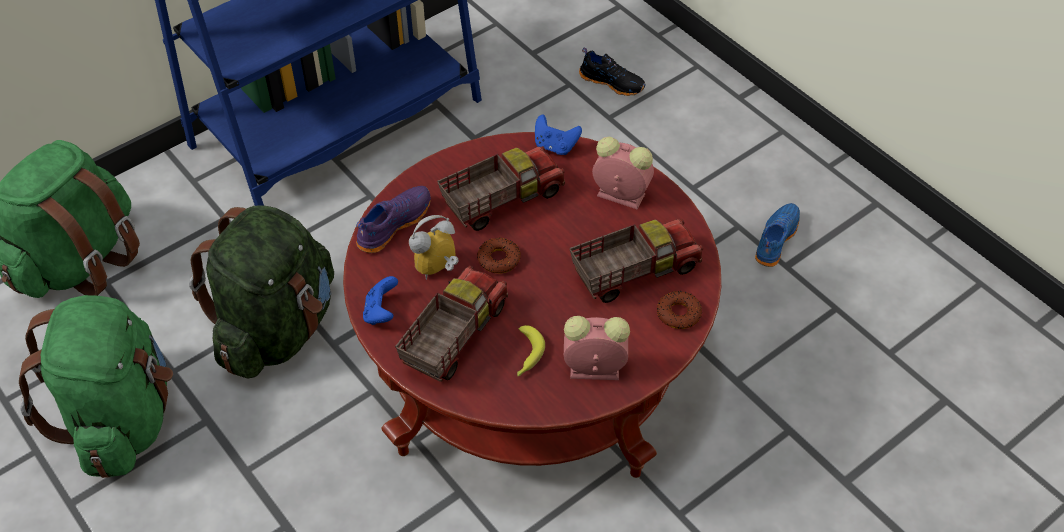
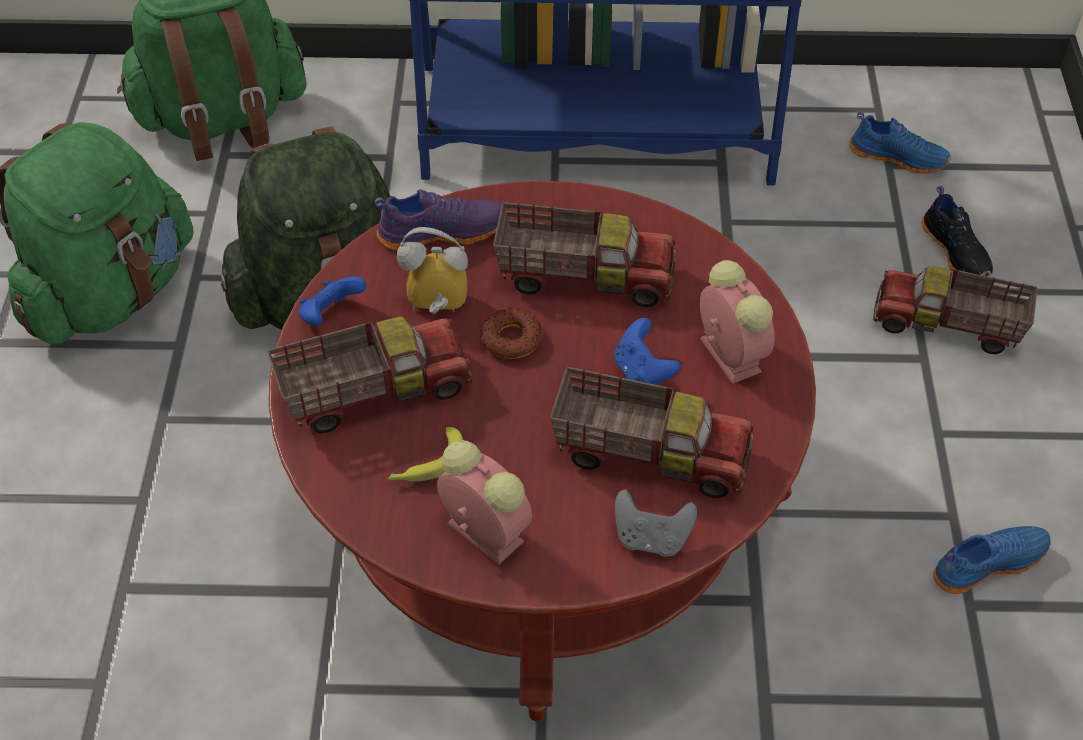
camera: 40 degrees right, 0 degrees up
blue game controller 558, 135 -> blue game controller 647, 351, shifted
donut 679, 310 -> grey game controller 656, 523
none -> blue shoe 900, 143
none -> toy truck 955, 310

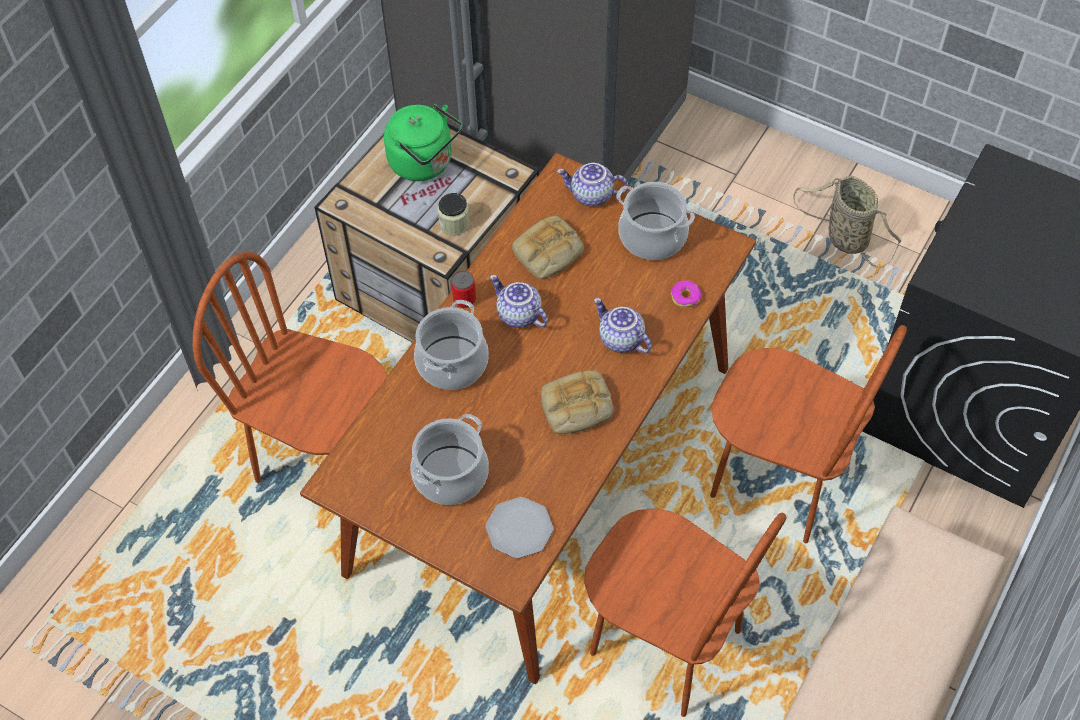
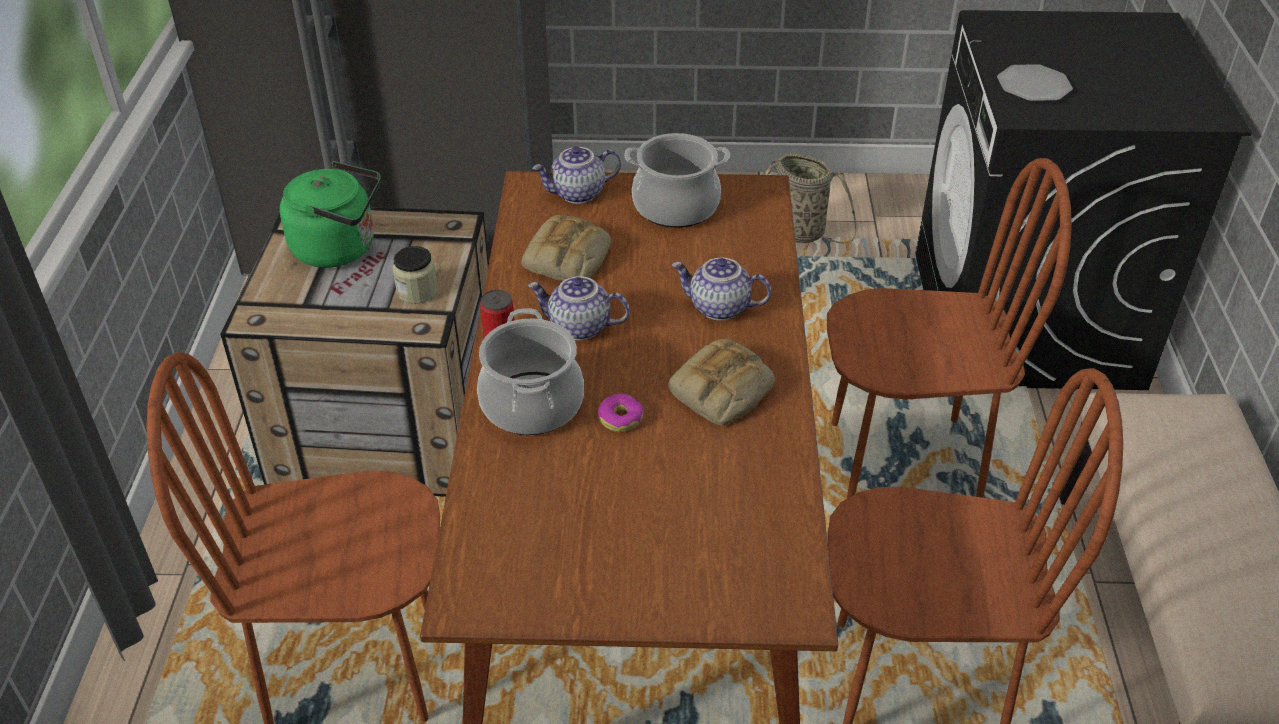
camera: 30 degrees left, 15 degrees down
cooking pot 450, 459 -> none
plate 519, 528 -> plate 1035, 83, shifted
donut 686, 294 -> donut 621, 413, shifted

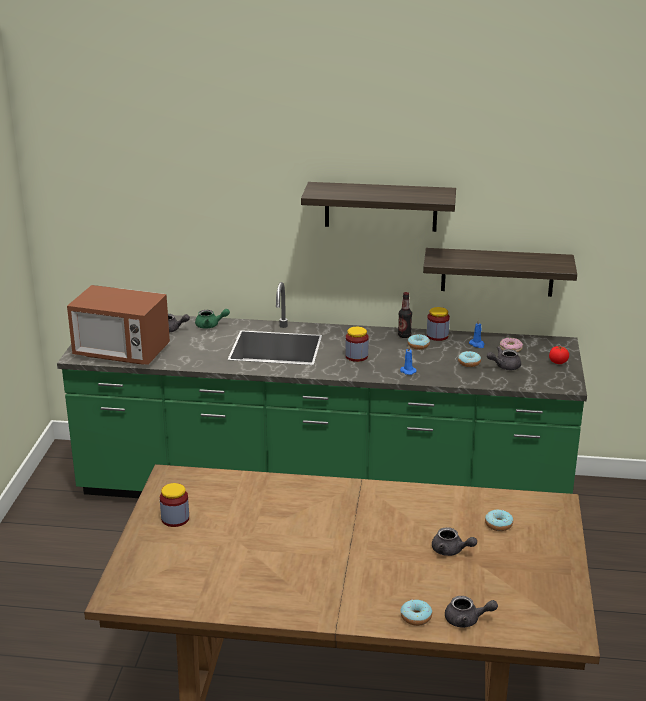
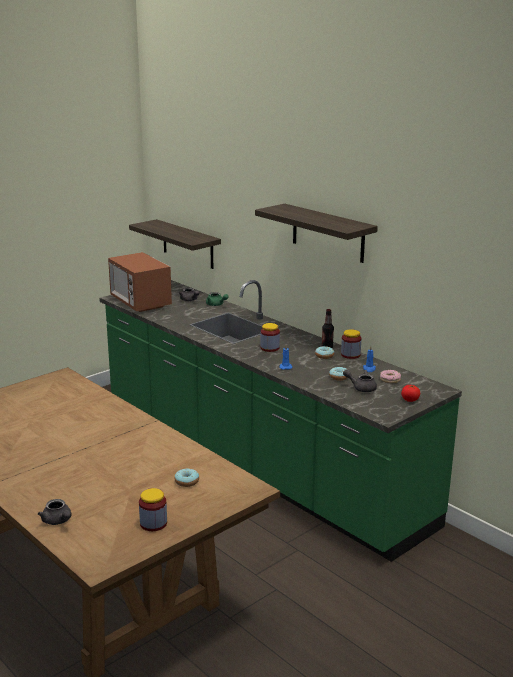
camera: 40 degrees right, 5 degrees down
jar 174, 505 -> jar 153, 509, shifted
donut 416, 613 -> none
shelf 500, 272 -> shelf 175, 244, shifted
grey teapot 454, 541 -> none

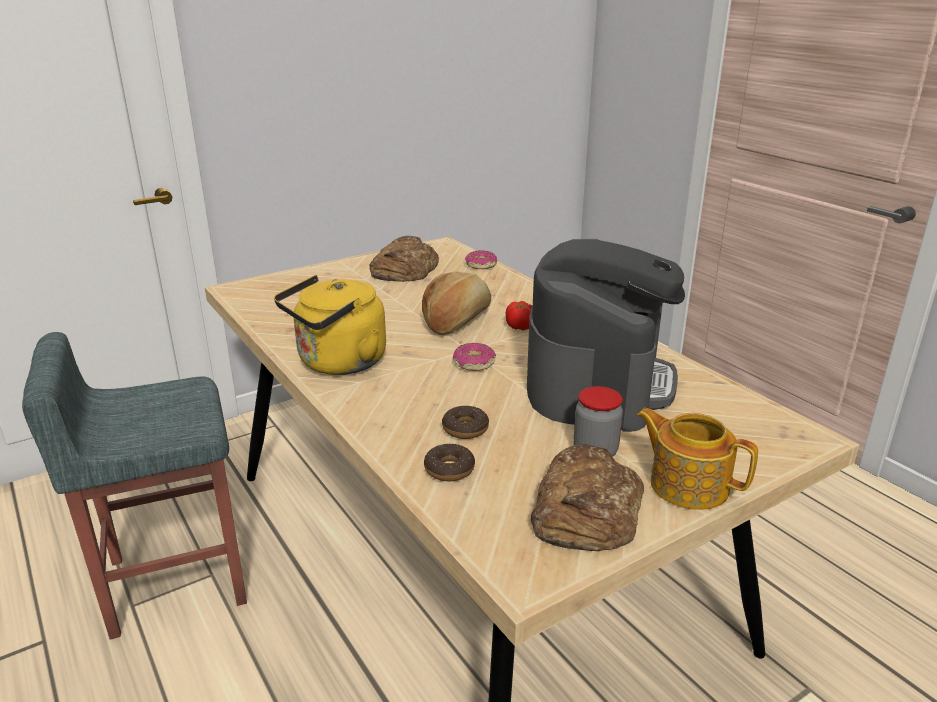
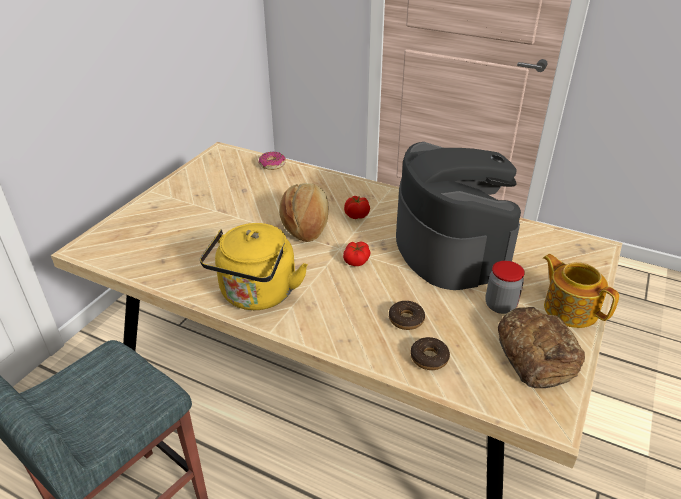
camera: 30 degrees left, 10 degrees up
bread 404, 259 -> none
donut 474, 357 -> tomato 356, 253
teapot 697, 459 -> teapot 581, 291, 45 degrees clockwise

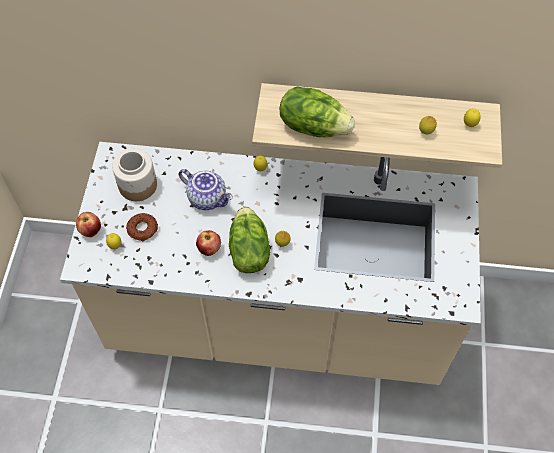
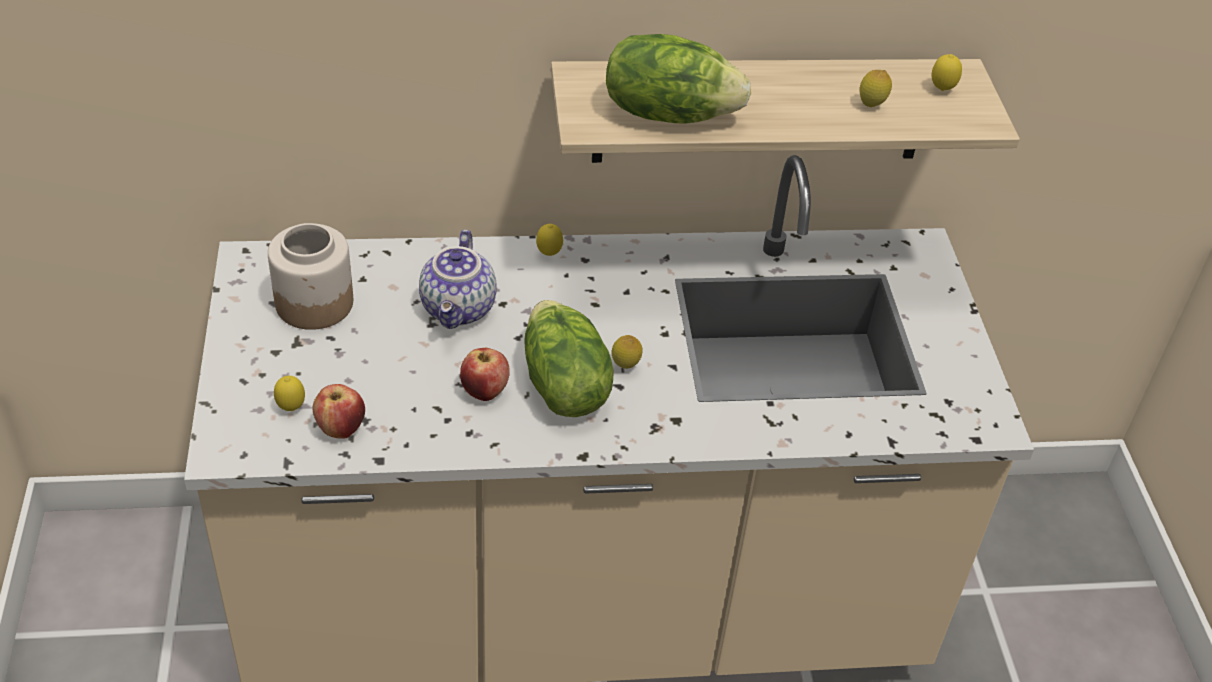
camera: 15 degrees left, 15 degrees down
apple 88, 224 -> apple 338, 411, shifted
donut 142, 227 -> none
teapot 205, 189 -> teapot 458, 279, 75 degrees clockwise

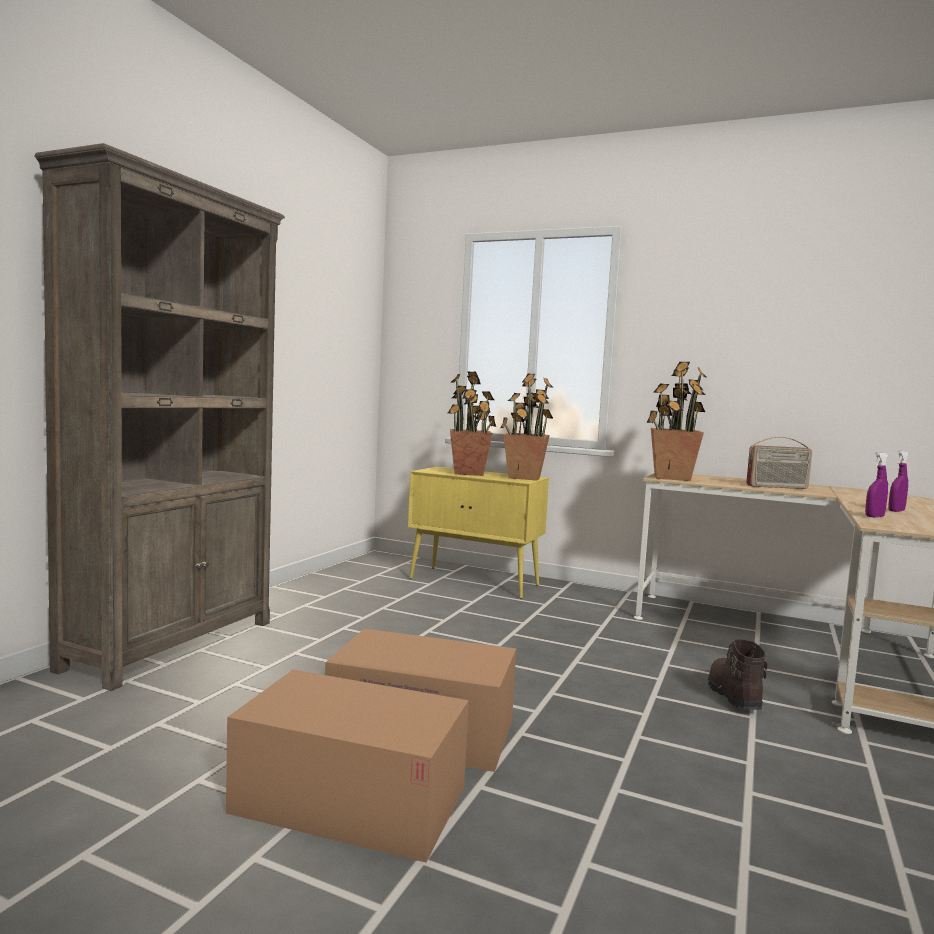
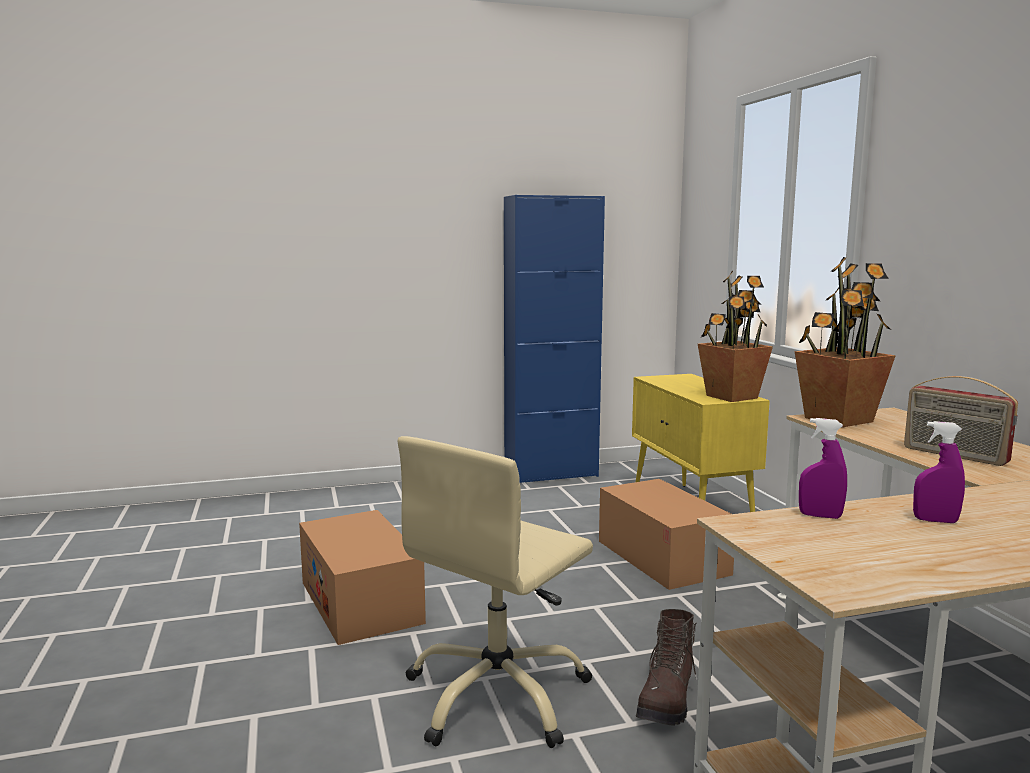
camera: 50 degrees right, 5 degrees up
brown bookcase 160, 417 -> none
cardboard box 347, 766 -> cardboard box 666, 534, shifted
potted plant 472, 424 -> none
brown boot 738, 674 -> brown boot 666, 667, 150 degrees clockwise
none -> beige office chair 495, 592
none -> blue cabinet 554, 339

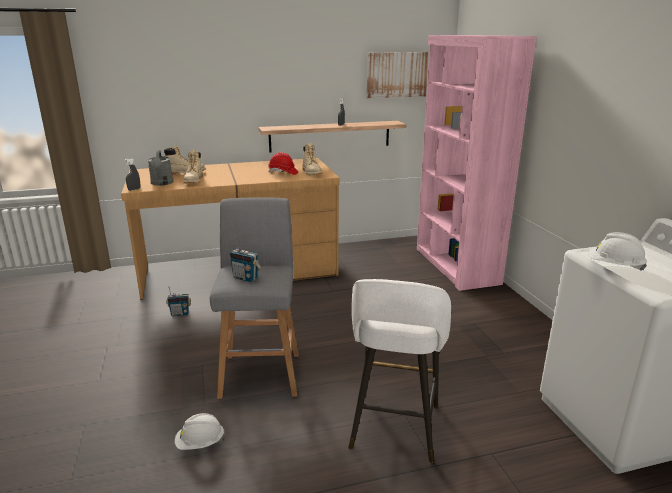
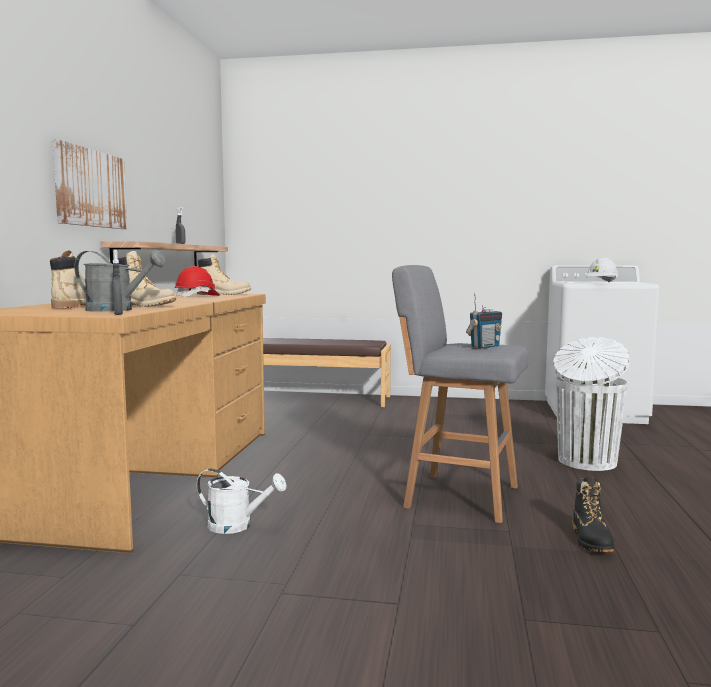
camera: 65 degrees left, 15 degrees down
radio 178, 300 -> white watering can 241, 501
white hard hat 200, 431 -> black boot 593, 515
white stool 399, 371 -> white trash can 591, 404
picture 398, 75 -> picture 89, 184, shifted
pink bookcase 477, 163 -> brown bench 327, 372

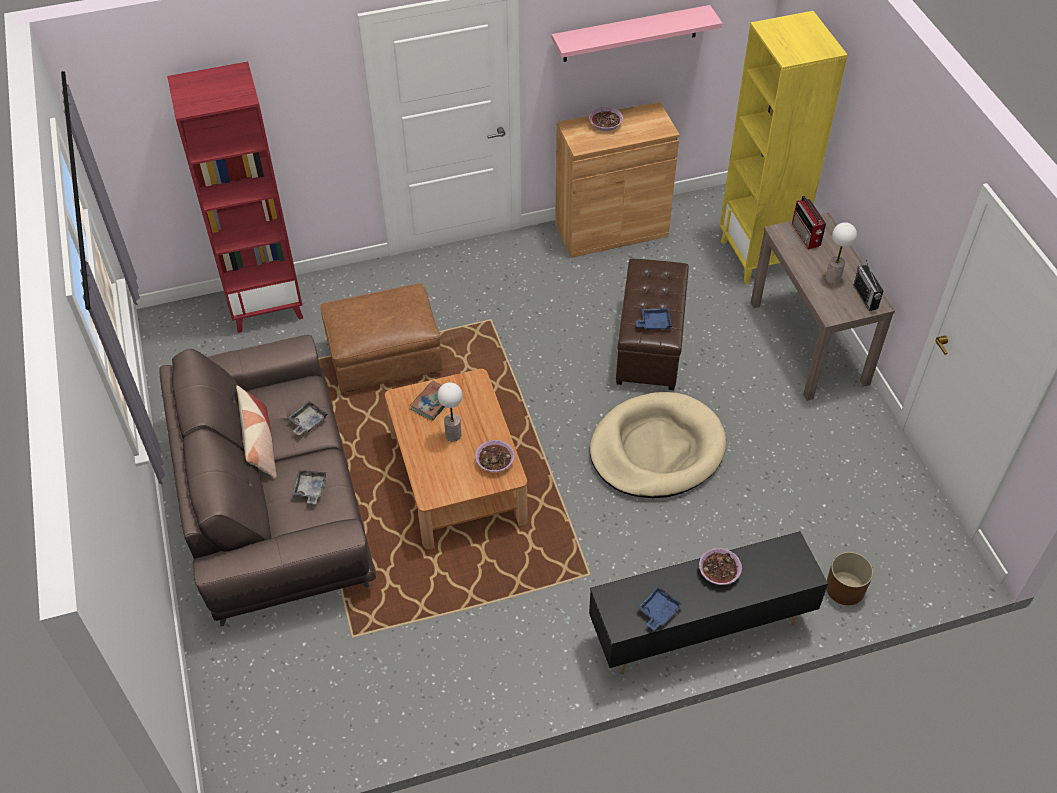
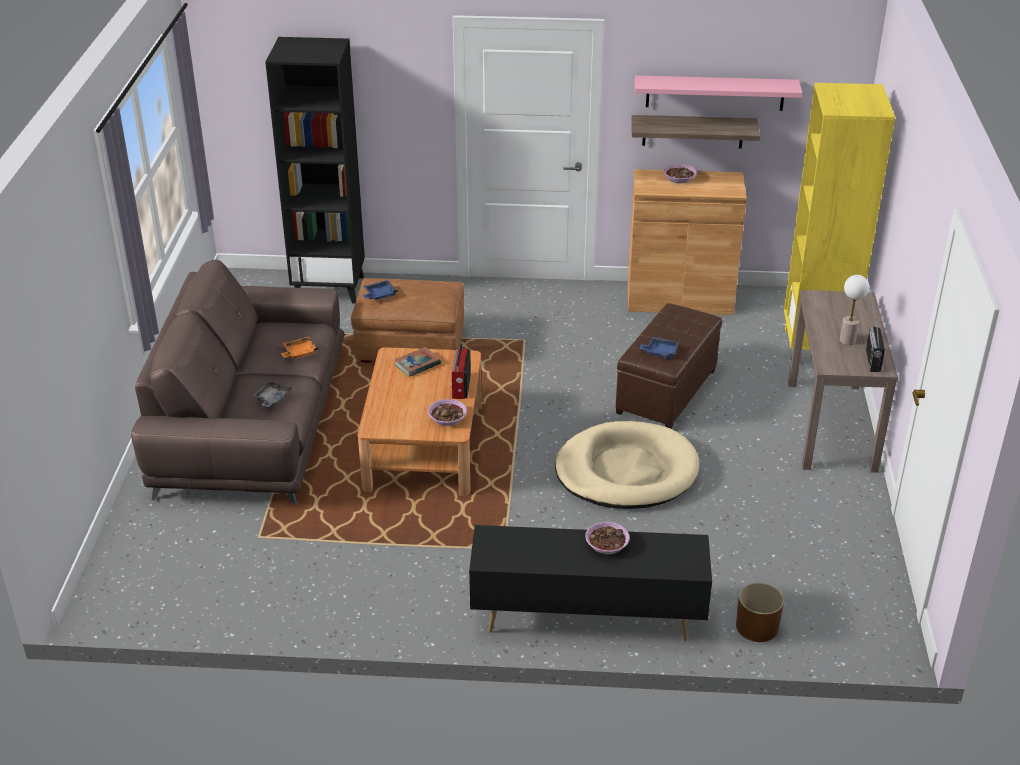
camera: 20 degrees right, 15 degrees down
red bookcase 235, 197 -> black bookcase 315, 170
pillow 256, 431 -> none
grey tray 307, 418 -> orange tray 299, 348
table lamp 450, 411 -> none
blue tray 660, 608 -> blue tray 380, 290, shifted
radio 809, 222 -> radio 461, 371, shifted
none -> shelf 695, 131

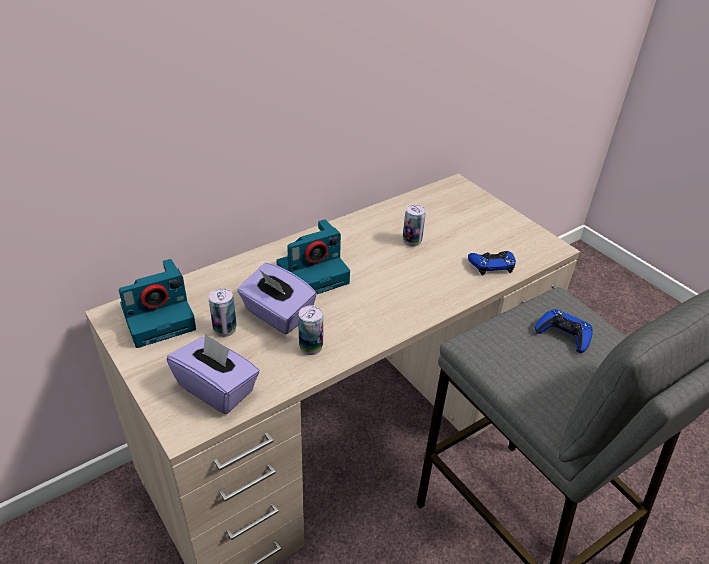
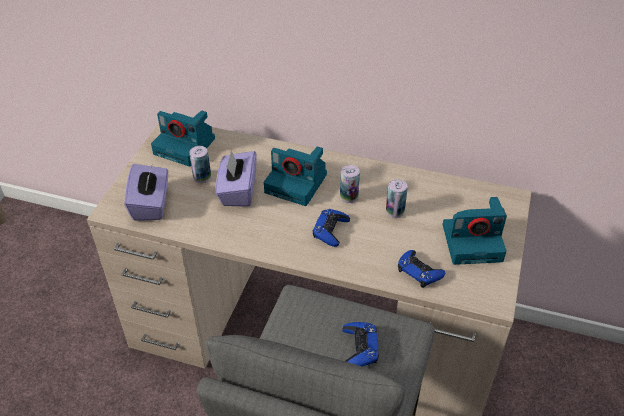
camera: 55 degrees right, 5 degrees up
can 310, 330 -> can 350, 184, shifted
none -> blue game controller 331, 228
none -> photo camera 475, 231

